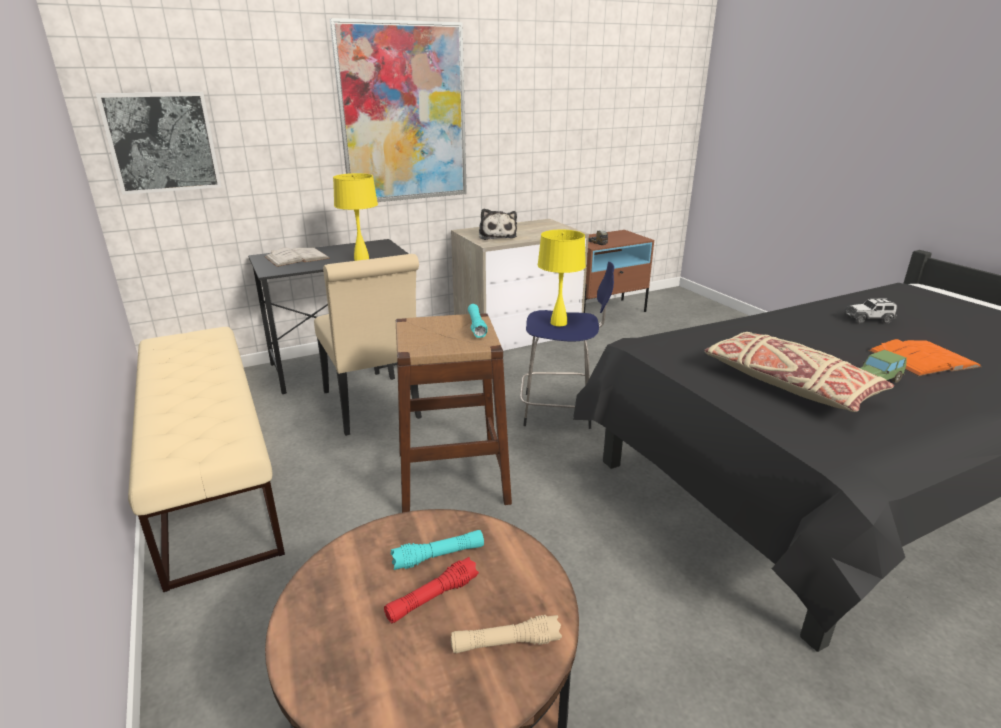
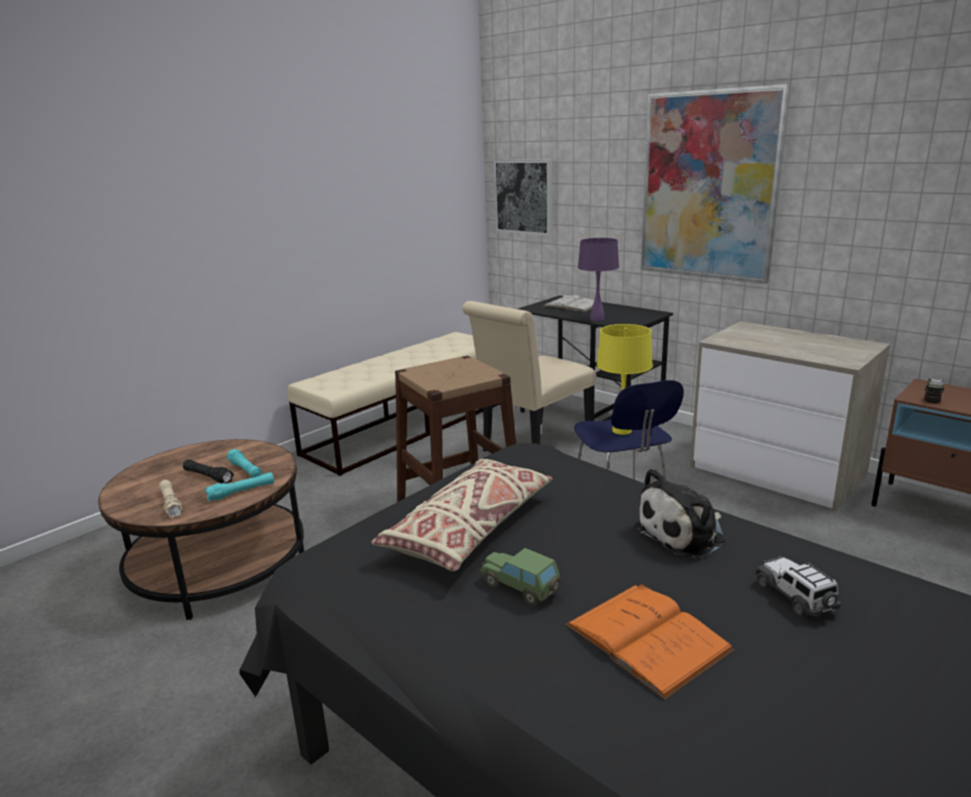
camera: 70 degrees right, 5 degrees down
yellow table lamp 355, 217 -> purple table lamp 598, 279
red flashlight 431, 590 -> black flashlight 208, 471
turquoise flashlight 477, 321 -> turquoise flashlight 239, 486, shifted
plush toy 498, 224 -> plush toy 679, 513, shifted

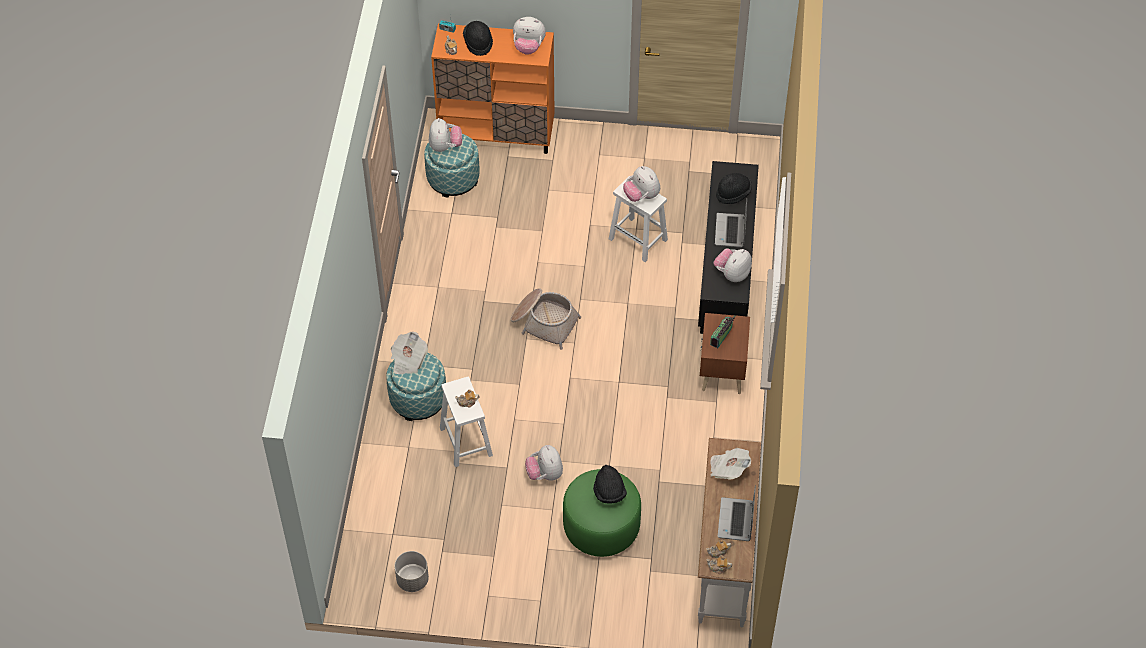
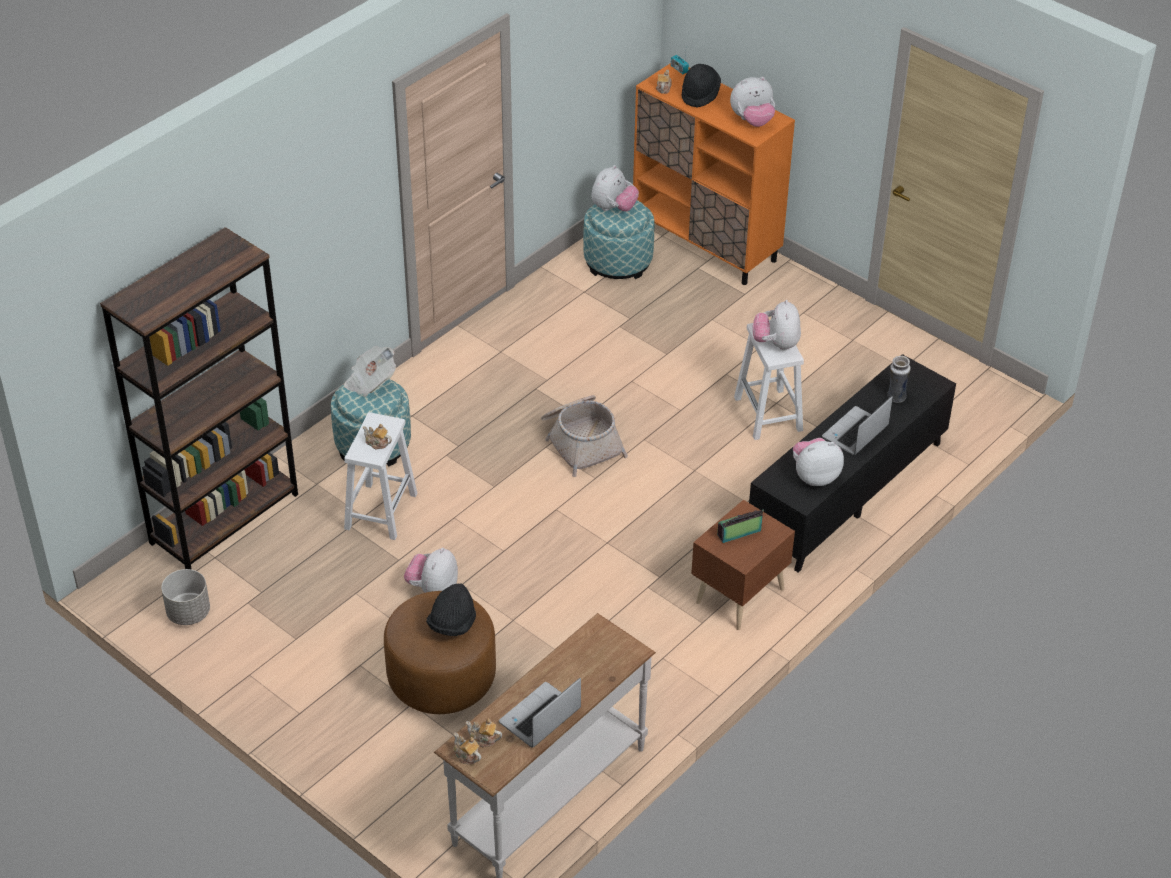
camera: 35 degrees right, 10 degrees down
plush toy 529, 36 -> plush toy 752, 102, 60 degrees counterclockwise
green ottoman 602, 513 -> brown ottoman 440, 652
newspaper 730, 464 -> none
black hat 734, 188 -> vase 899, 379
none -> brown bookcase 199, 398

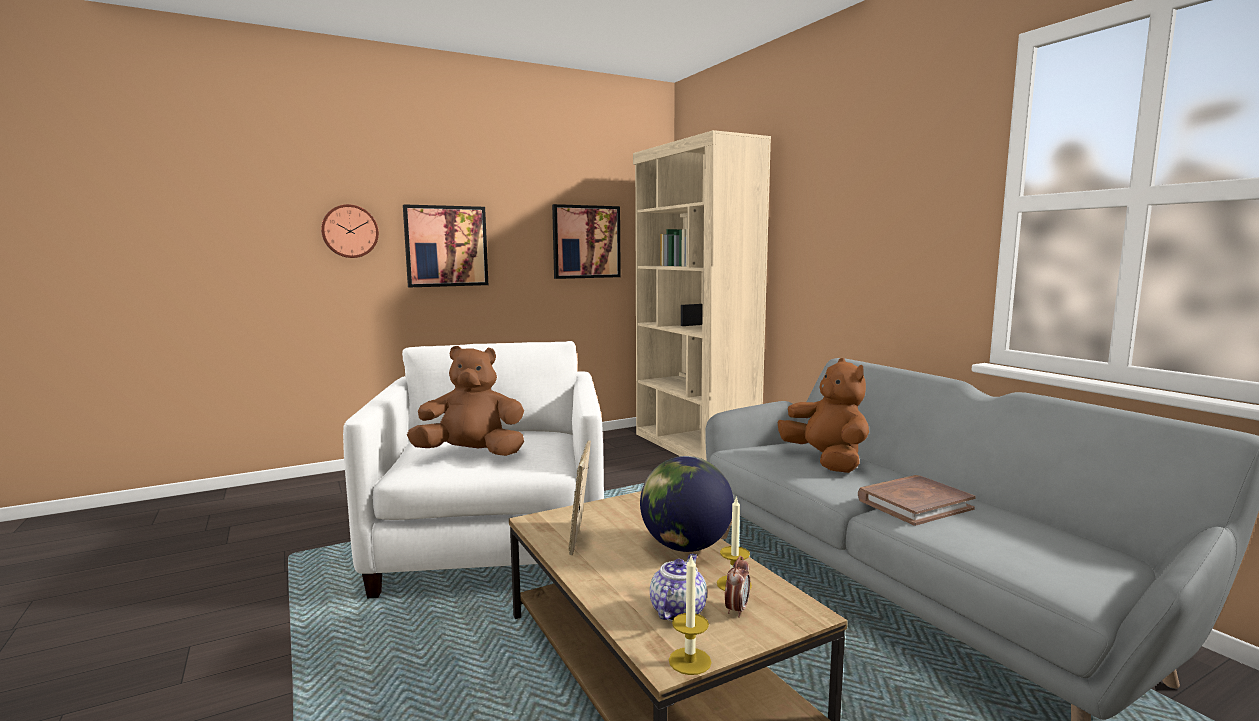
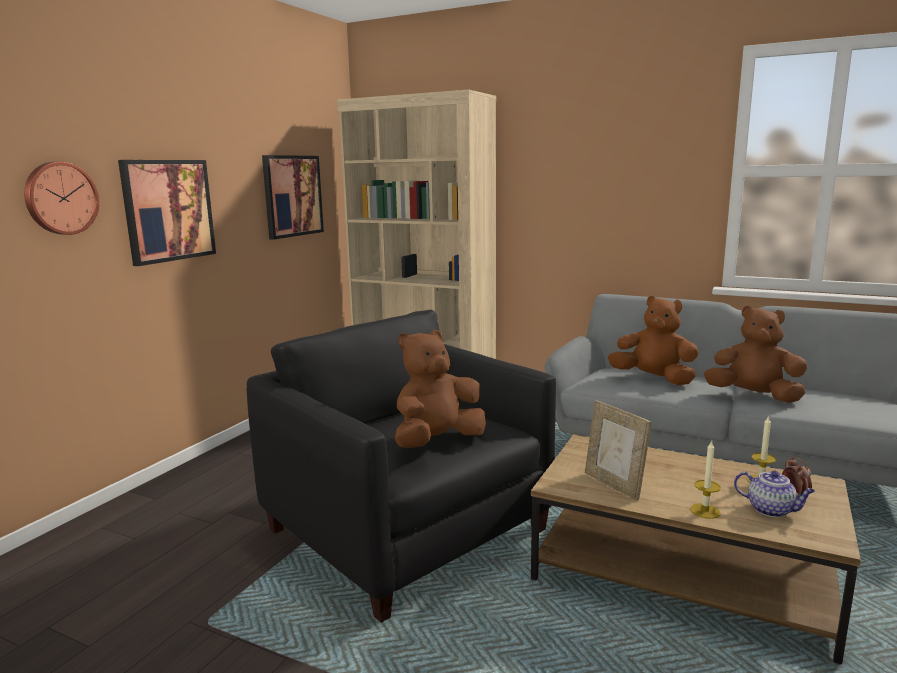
camera: 35 degrees left, 5 degrees up
white armchair 473, 470 -> black armchair 401, 466
globe 687, 504 -> none
teapot 678, 587 -> teapot 774, 494, 135 degrees clockwise
candle 690, 615 -> candle 705, 479, shifted
brown book 917, 500 -> brown plush toy 755, 354

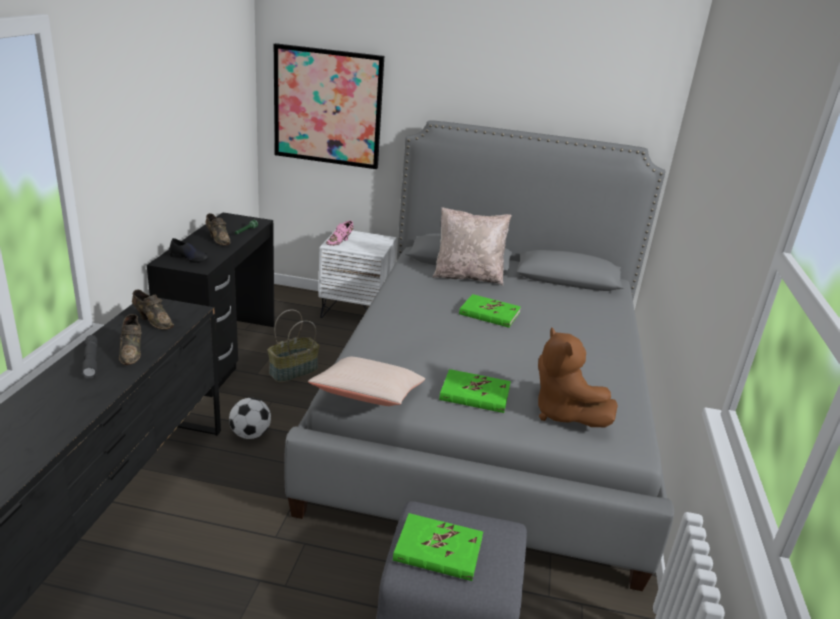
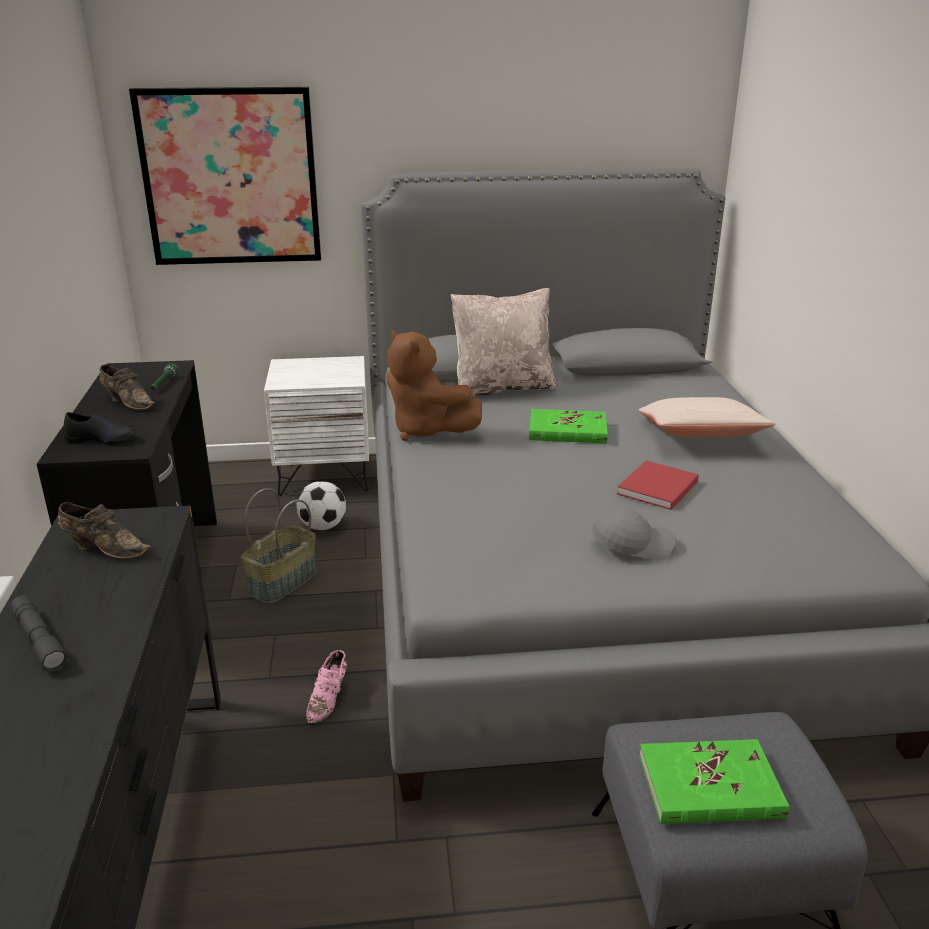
camera: 15 degrees left, 0 degrees up
brown shoe 130, 339 -> none
football 250, 418 -> football 321, 505, shifted
beige pillow 366, 381 -> beige pillow 707, 417, shifted
pink shoe 340, 233 -> pink shoe 326, 686, shifted
green book 475, 391 -> grey cap 634, 534
brown plush toy 578, 377 -> brown plush toy 434, 385, shifted
none -> red book 658, 485

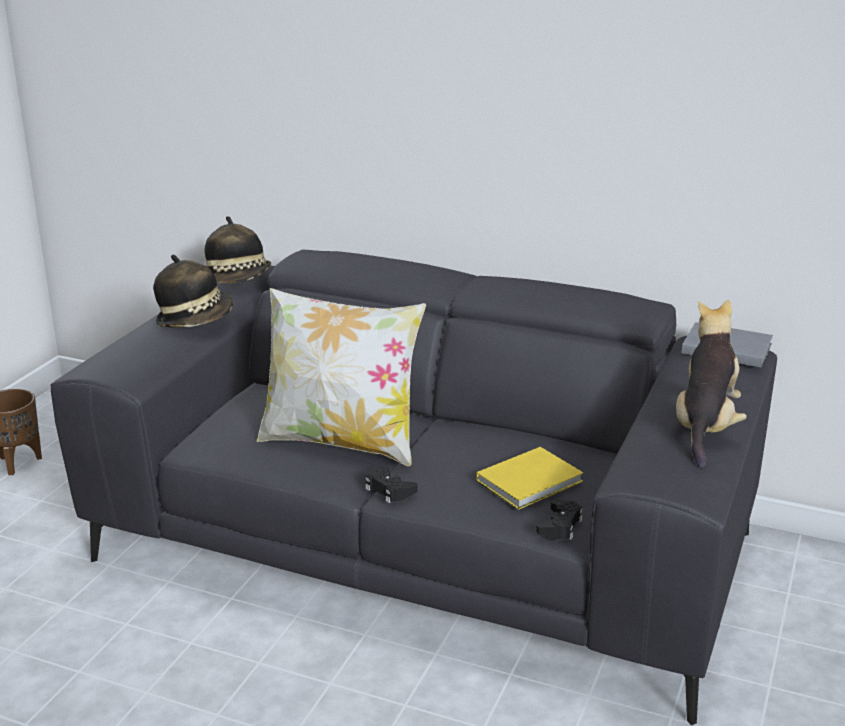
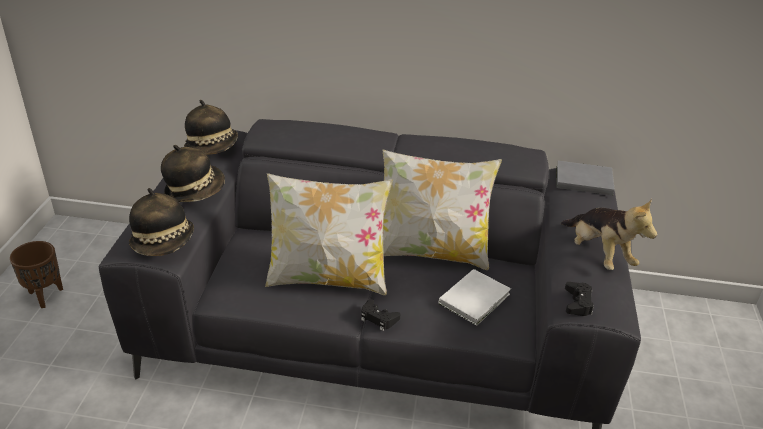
camera: 15 degrees left, 10 degrees up
yellow book 529, 478 -> white book 475, 297
black game controller 559, 519 -> black game controller 579, 299, shifted
plush toy 711, 384 -> plush toy 609, 234, 150 degrees clockwise
none -> hat 161, 222
none -> pillow 442, 209

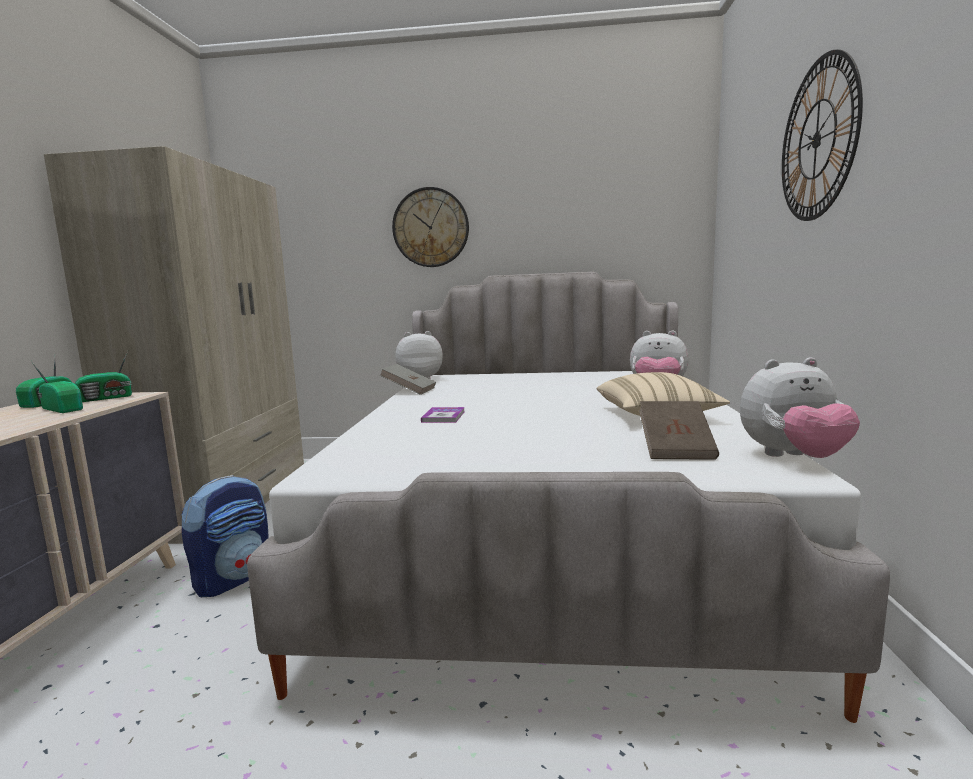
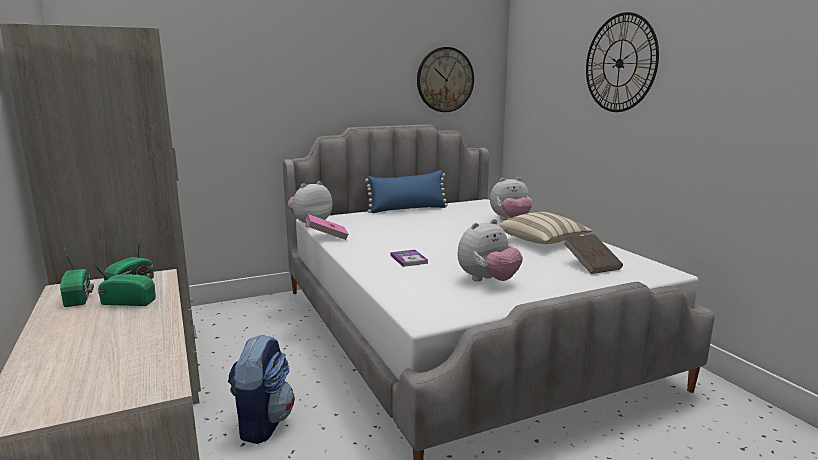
camera: 30 degrees left, 5 degrees up
grey book 408, 379 -> pink book 327, 227
wall clock 430, 227 -> wall clock 445, 79, shifted
plush toy 800, 407 -> plush toy 490, 250, shifted
none -> blue pillow 406, 191

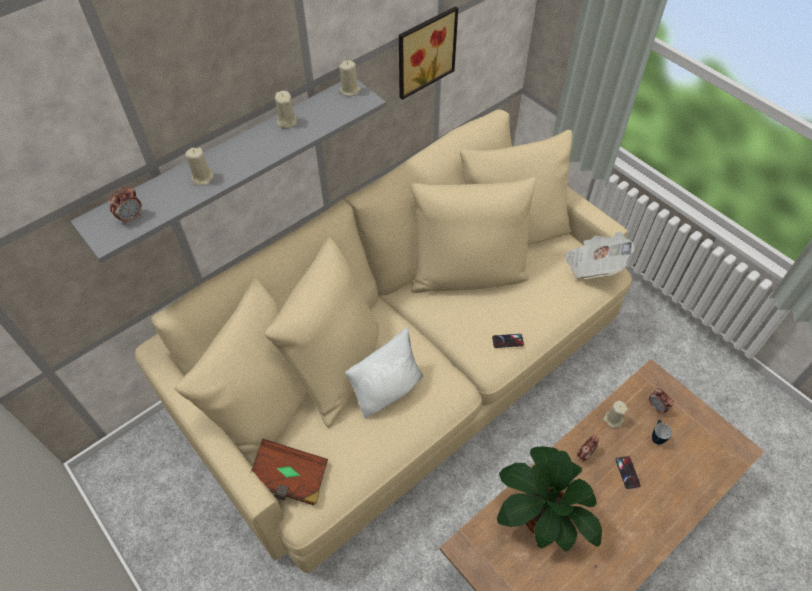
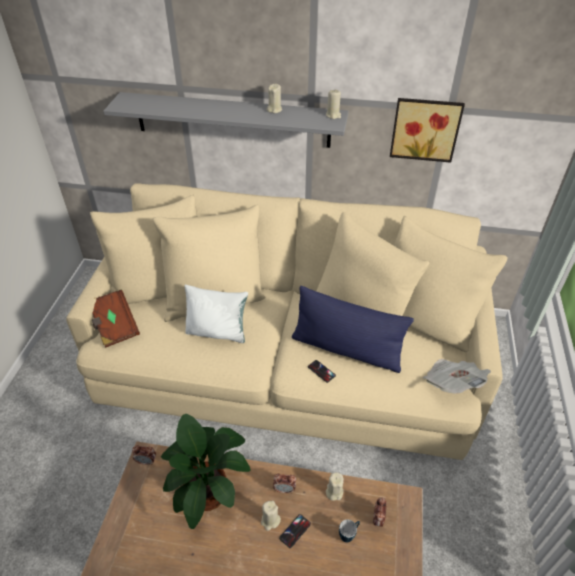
camera: 50 degrees right, 10 degrees down
alarm clock 125, 205 -> alarm clock 144, 455, shifted
beige candle 200, 167 -> beige candle 271, 516, shifted
none -> blue pillow 353, 329

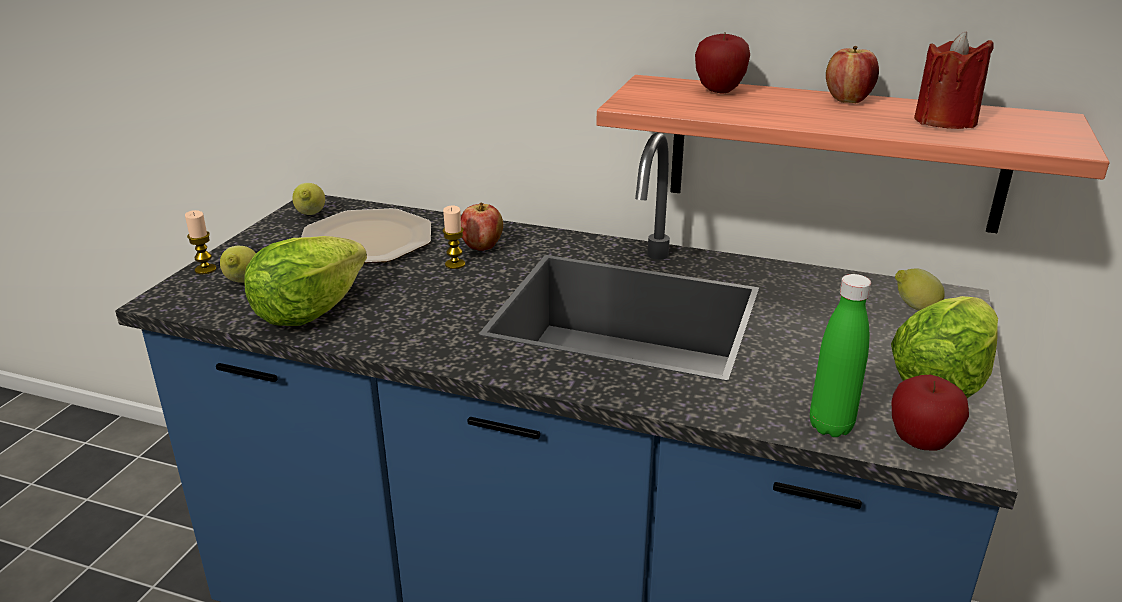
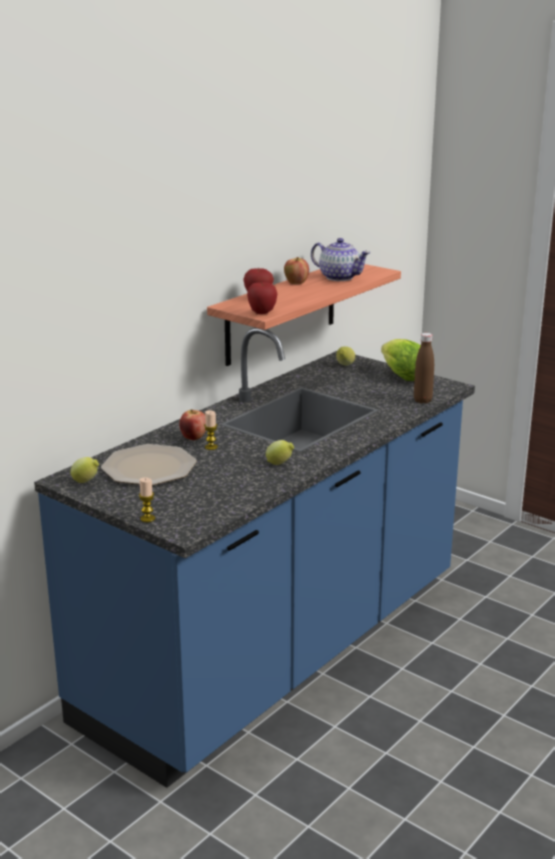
camera: 70 degrees left, 5 degrees down
lemon 238, 264 -> lemon 280, 452, shifted
lettuce 306, 281 -> none
green bottle 840, 355 -> brown bottle 424, 368
apple 930, 413 -> apple 262, 298, shifted
red candle 954, 80 -> teapot 340, 259

